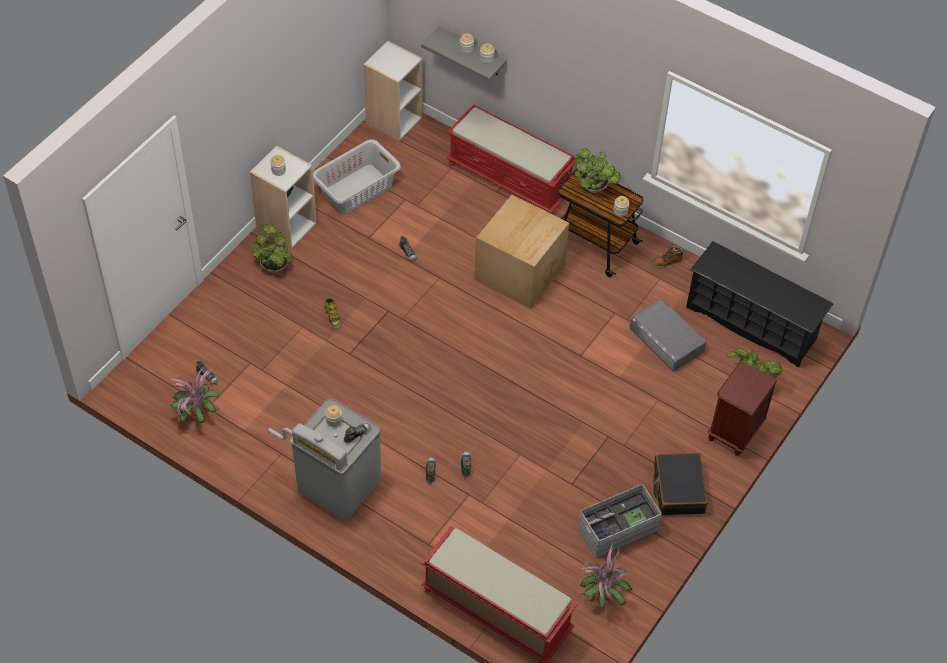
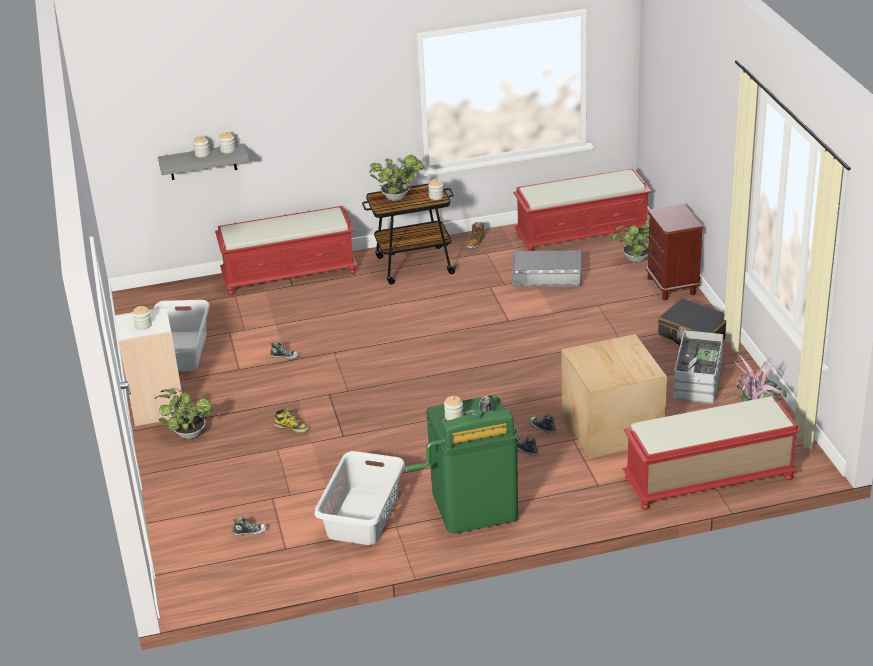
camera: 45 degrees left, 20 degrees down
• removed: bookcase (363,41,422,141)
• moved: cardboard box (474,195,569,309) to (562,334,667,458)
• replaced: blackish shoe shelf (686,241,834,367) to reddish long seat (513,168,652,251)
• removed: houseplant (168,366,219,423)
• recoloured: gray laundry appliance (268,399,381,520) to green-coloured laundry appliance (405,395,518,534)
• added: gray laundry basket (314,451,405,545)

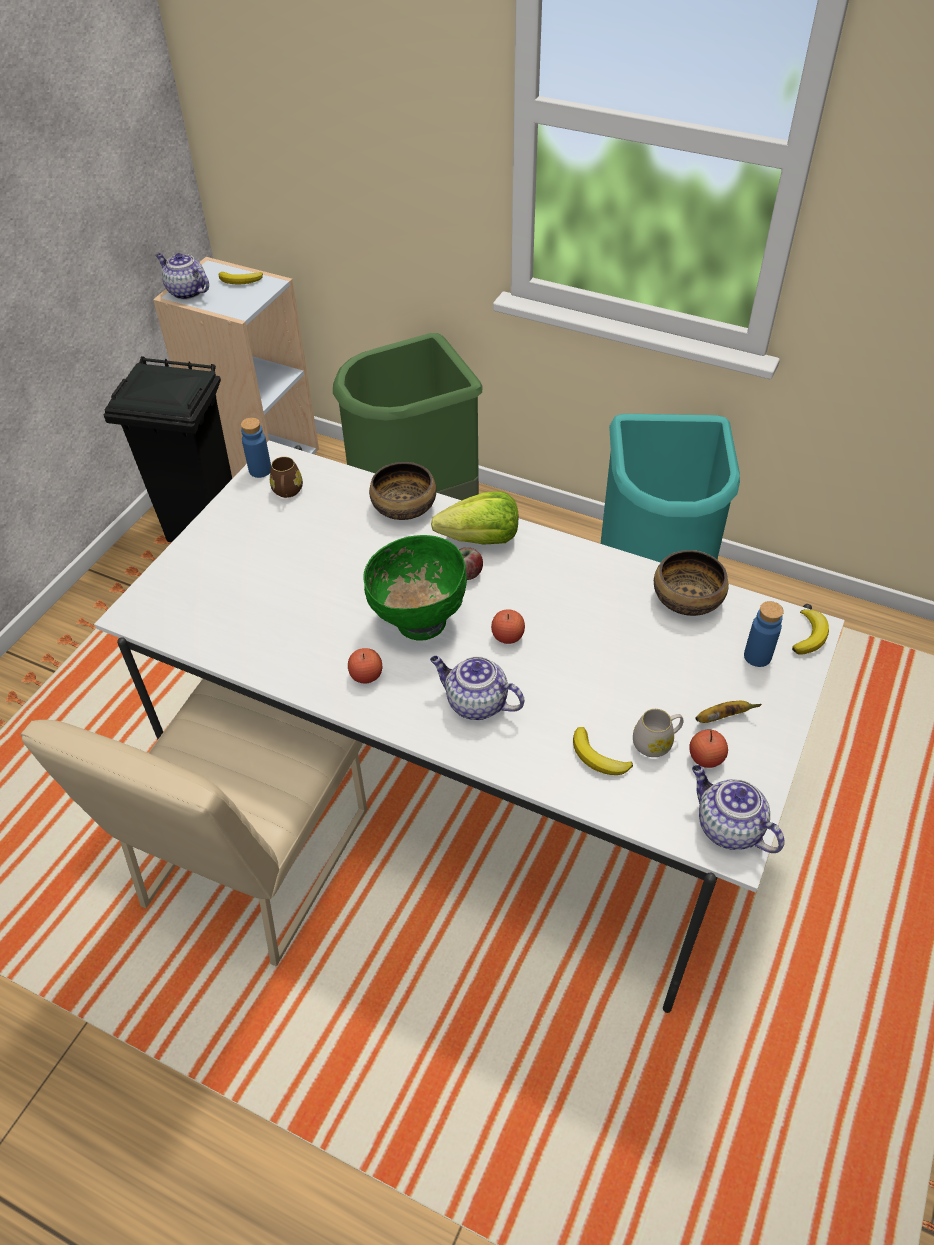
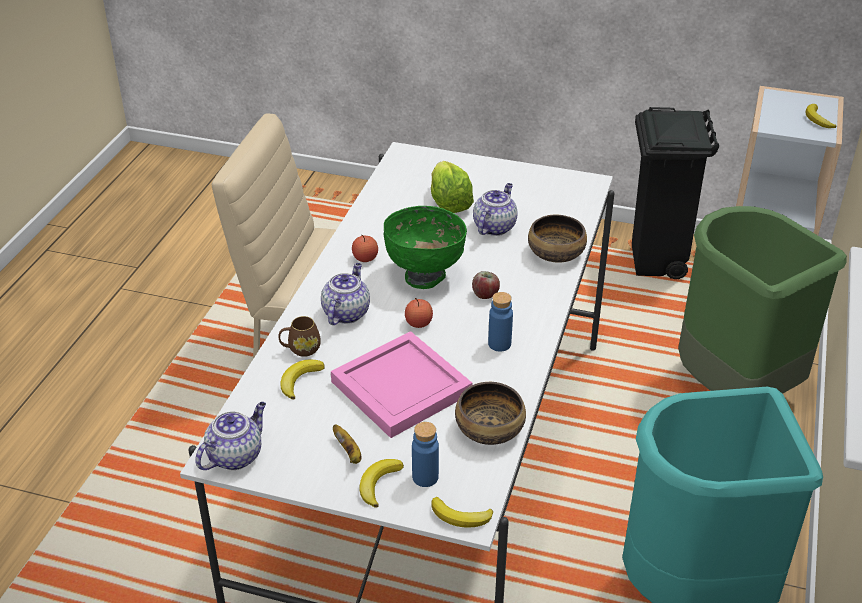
camera: 80 degrees right, 10 degrees down
• moved: teapot (156,253,209,300) to (473,183,517,236)
• moved: bluish drink bottle (241,418,271,478) to (488,292,513,352)
• moved: brownish tea mug (270,457,303,498) to (279,316,321,357)
• moved: lettuce head (431,491,518,545) to (431,161,474,213)
• removed: white tea mug (633,709,684,757)
• removed: apple fruit (689,730,728,768)
• added: pink-coloured serving tray (331,331,472,438)
• added: banana (359,459,404,508)

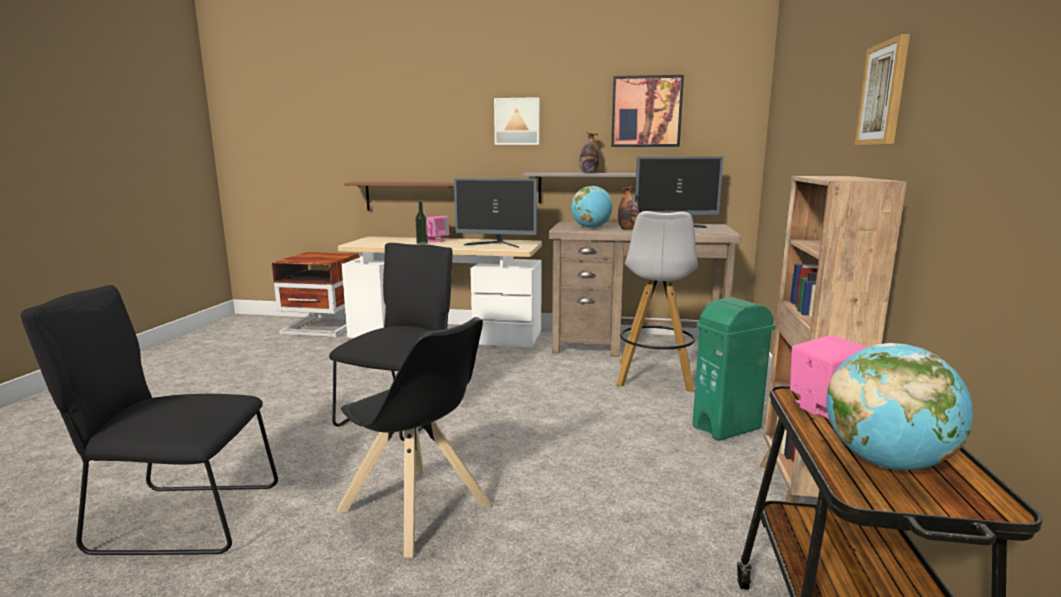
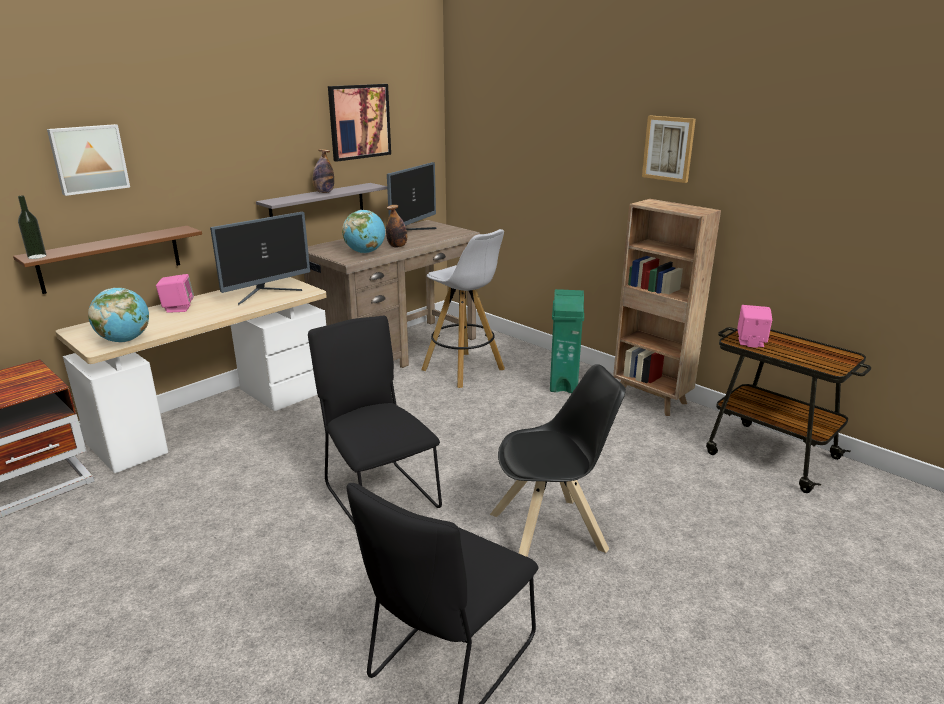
camera: 55 degrees left, 10 degrees up
• moved: wall art (494,97,540,145) to (47,124,130,196)
• moved: drink bottle (415,201,428,244) to (18,196,46,259)
• moved: desk globe (826,343,973,470) to (88,288,149,342)

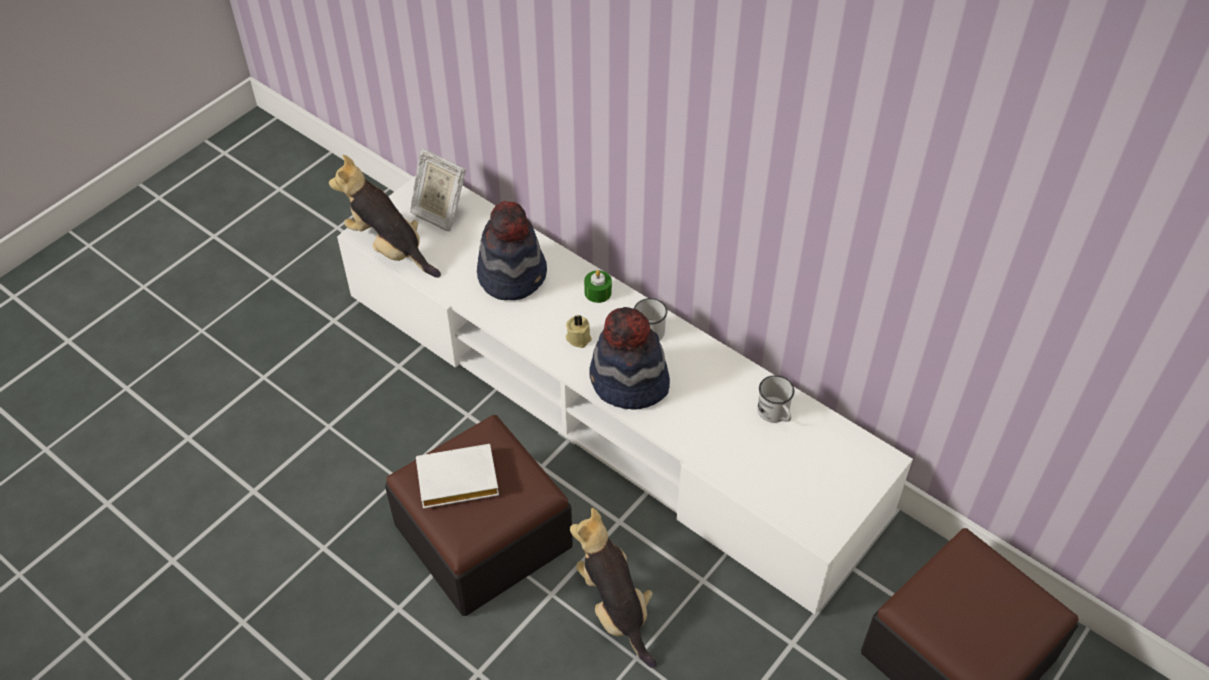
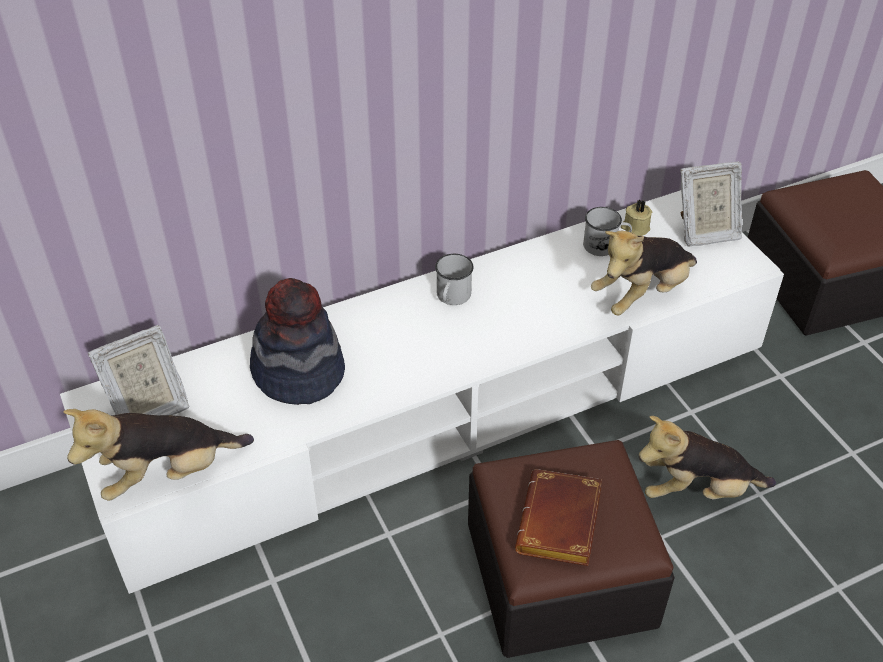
camera: 65 degrees left, 5 degrees down
• removed: green-coloured wax candle (584,270,612,303)
• removed: wearable hat (589,307,670,410)
• moved: beige wax candle (566,315,592,348) to (621,199,652,236)
• recoloured: white bound book (416,444,499,508) to brownish bound book (515,469,602,566)
• added: standing frame (680,161,742,246)
• added: plush toy (591,231,697,316)

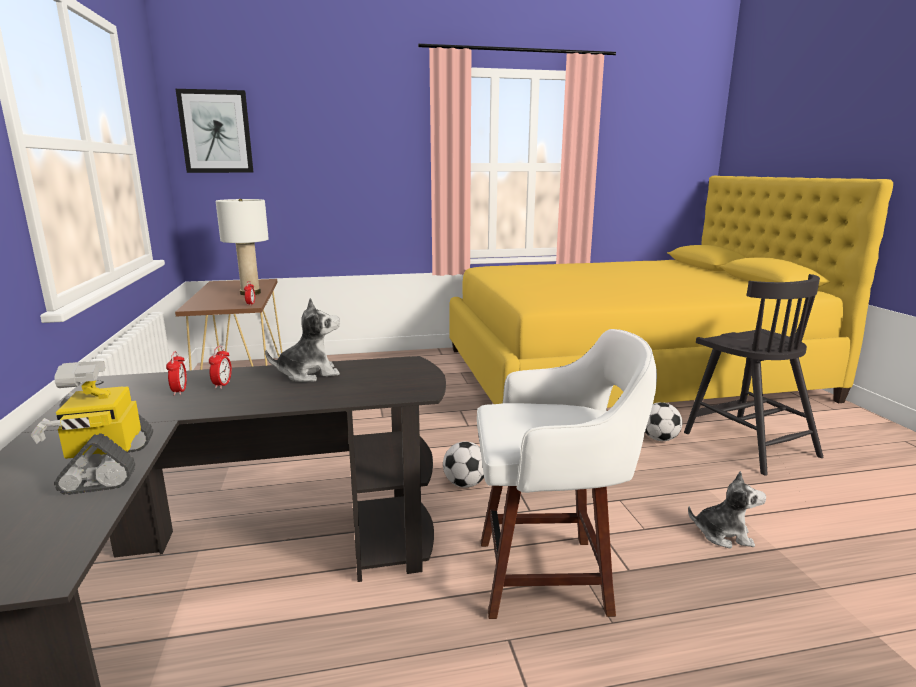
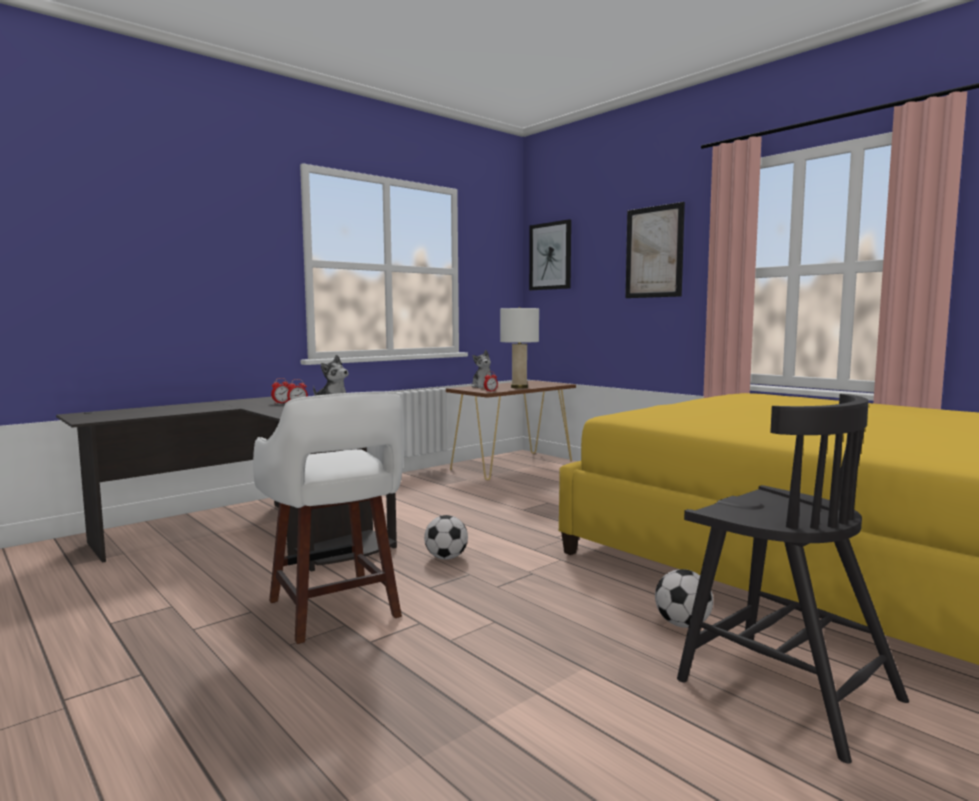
camera: 60 degrees right, 10 degrees down
• turned: blackish plain chair (684,274,824,476) = (677,394,909,764) 75 degrees counterclockwise
• removed: model robot (30,361,153,495)
• moved: plush toy (688,471,766,548) to (471,350,492,388)
• added: wall art (625,202,685,298)

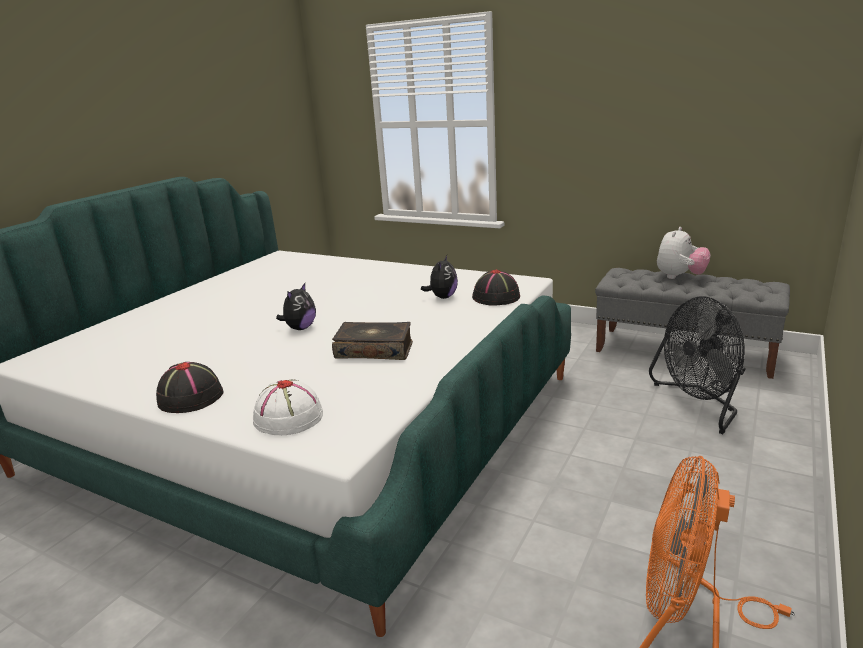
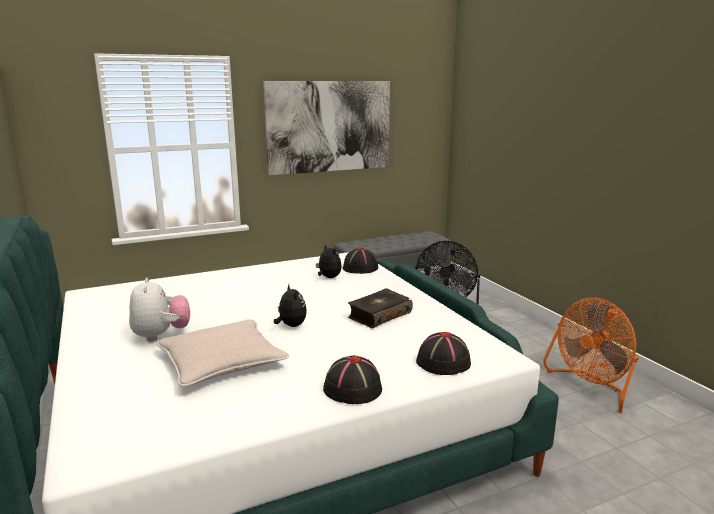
camera: 55 degrees left, 5 degrees down
• moved: plush toy (657,227,711,279) to (129,278,190,342)
• recoloured: white wearable hat (253,379,323,435) to blackish wearable hat (416,332,471,375)
• added: wall art (263,81,390,175)
• added: beige cushion (156,319,289,387)

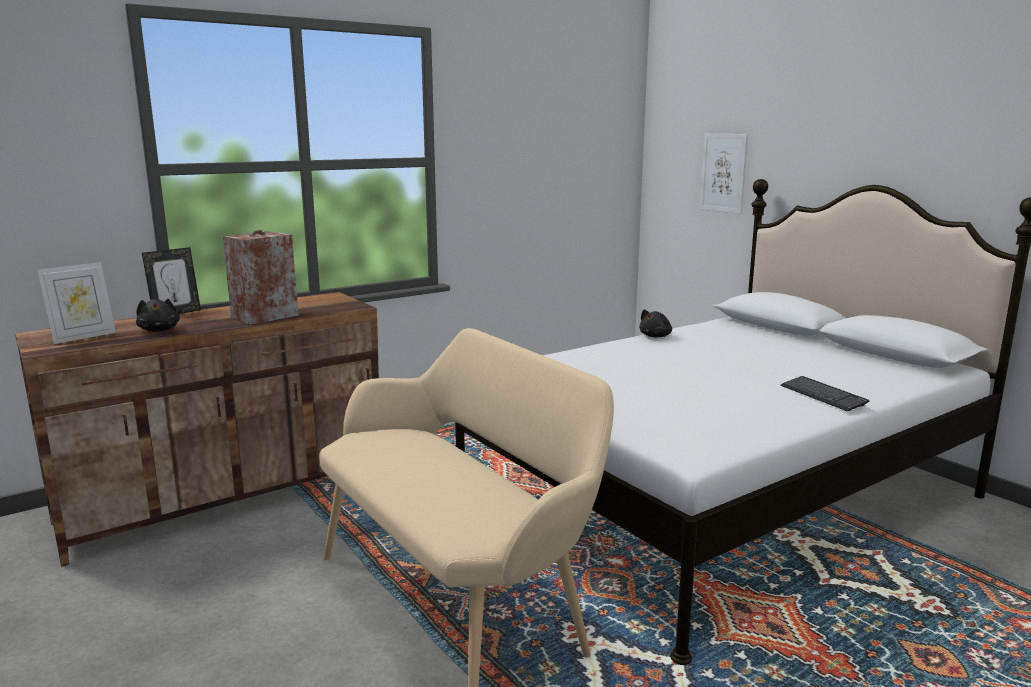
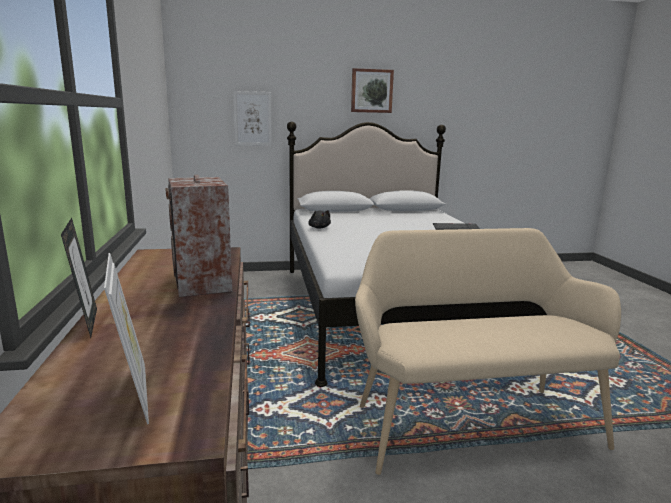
camera: 65 degrees left, 0 degrees up
• removed: blackish plush toy (136,299,180,332)
• added: wall art (351,68,394,113)

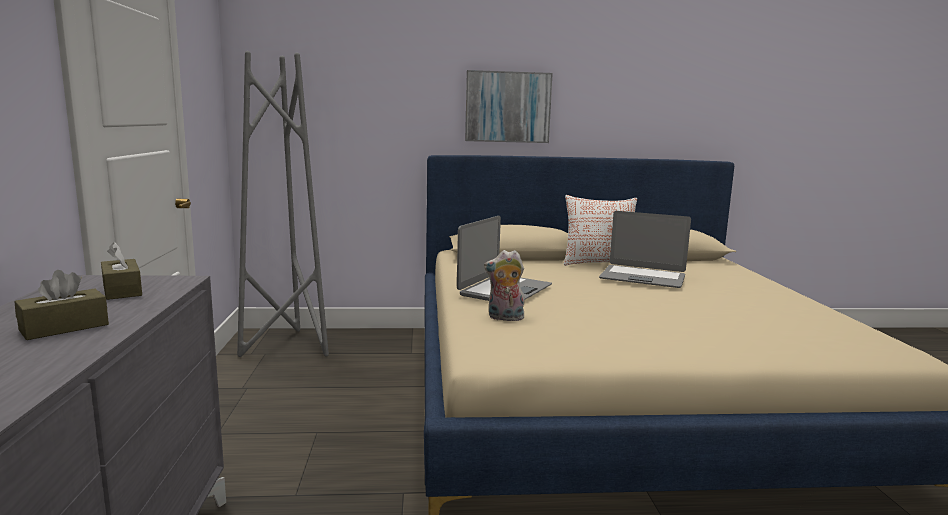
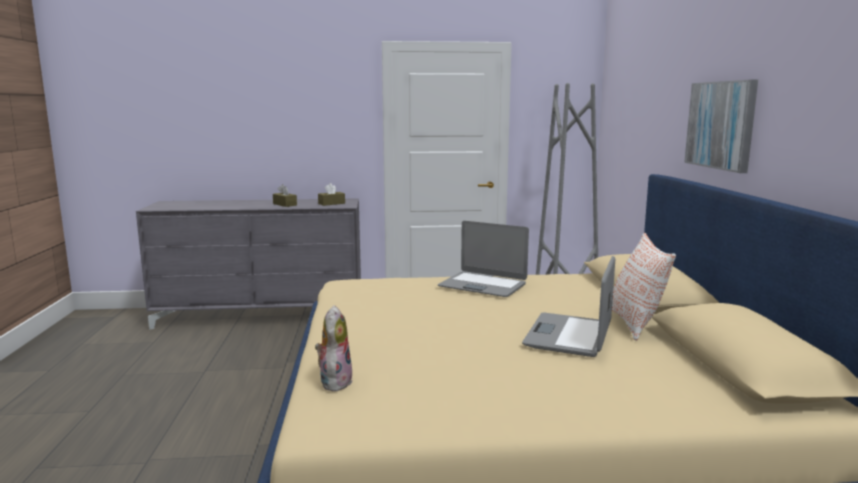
camera: 90 degrees right, 0 degrees up
• moved: plush toy (484,250,525,321) to (315,305,353,391)

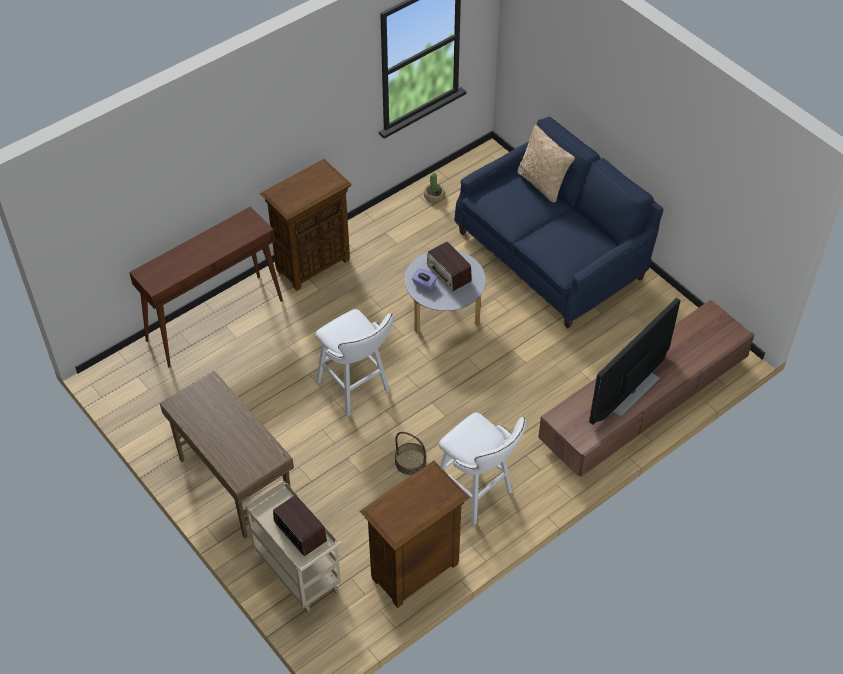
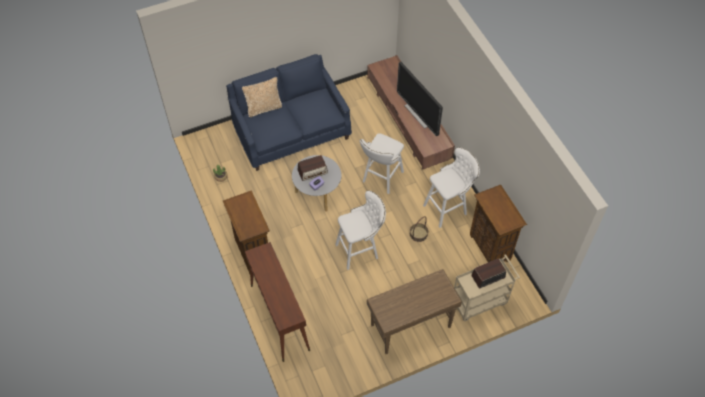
camera: 75 degrees left, 5 degrees up
• added: white stool seat (360,133,404,194)

